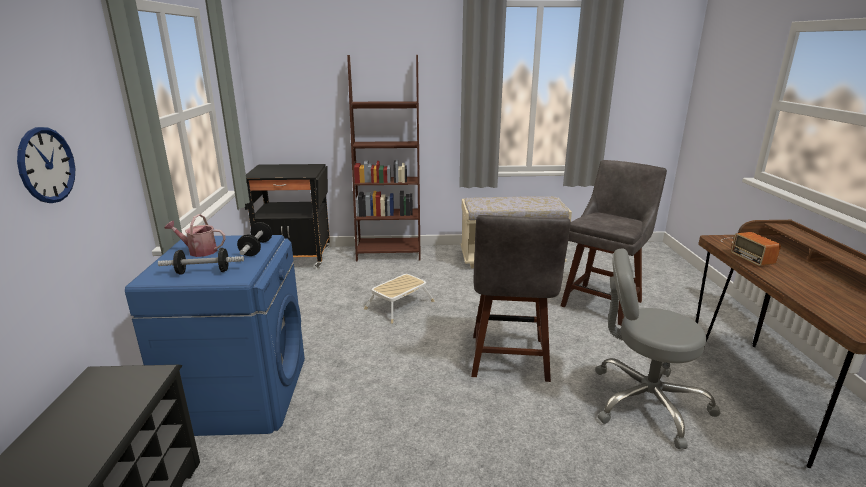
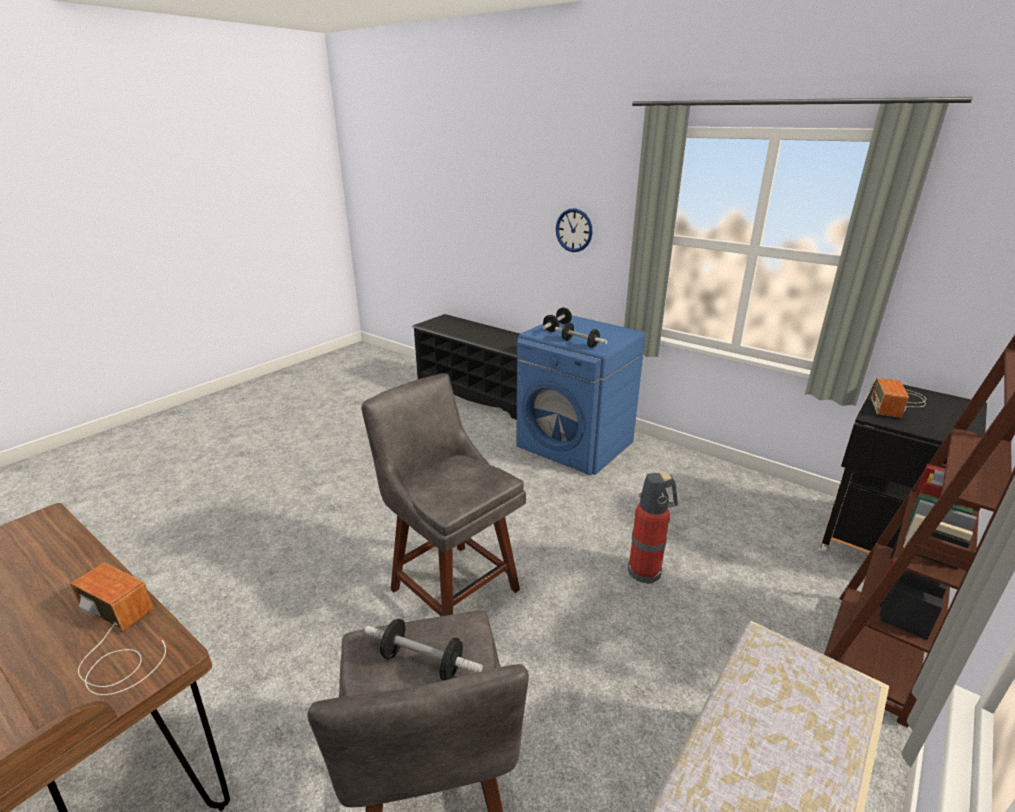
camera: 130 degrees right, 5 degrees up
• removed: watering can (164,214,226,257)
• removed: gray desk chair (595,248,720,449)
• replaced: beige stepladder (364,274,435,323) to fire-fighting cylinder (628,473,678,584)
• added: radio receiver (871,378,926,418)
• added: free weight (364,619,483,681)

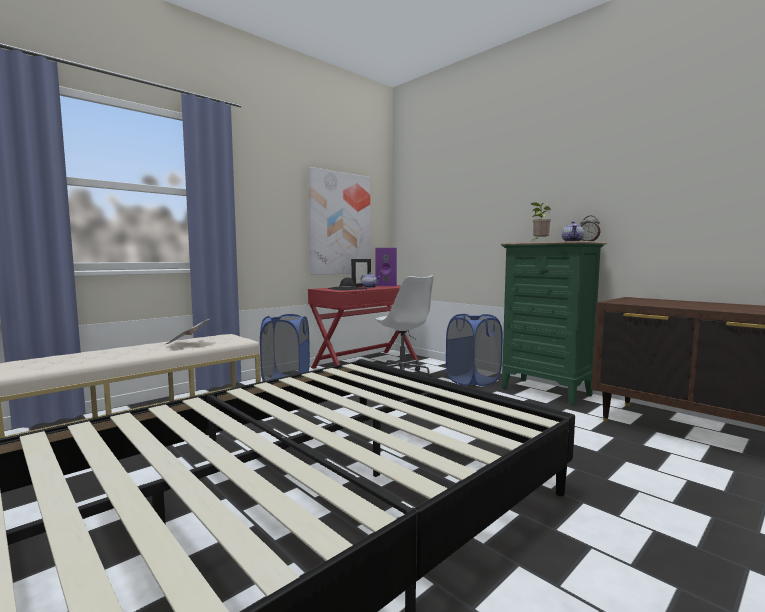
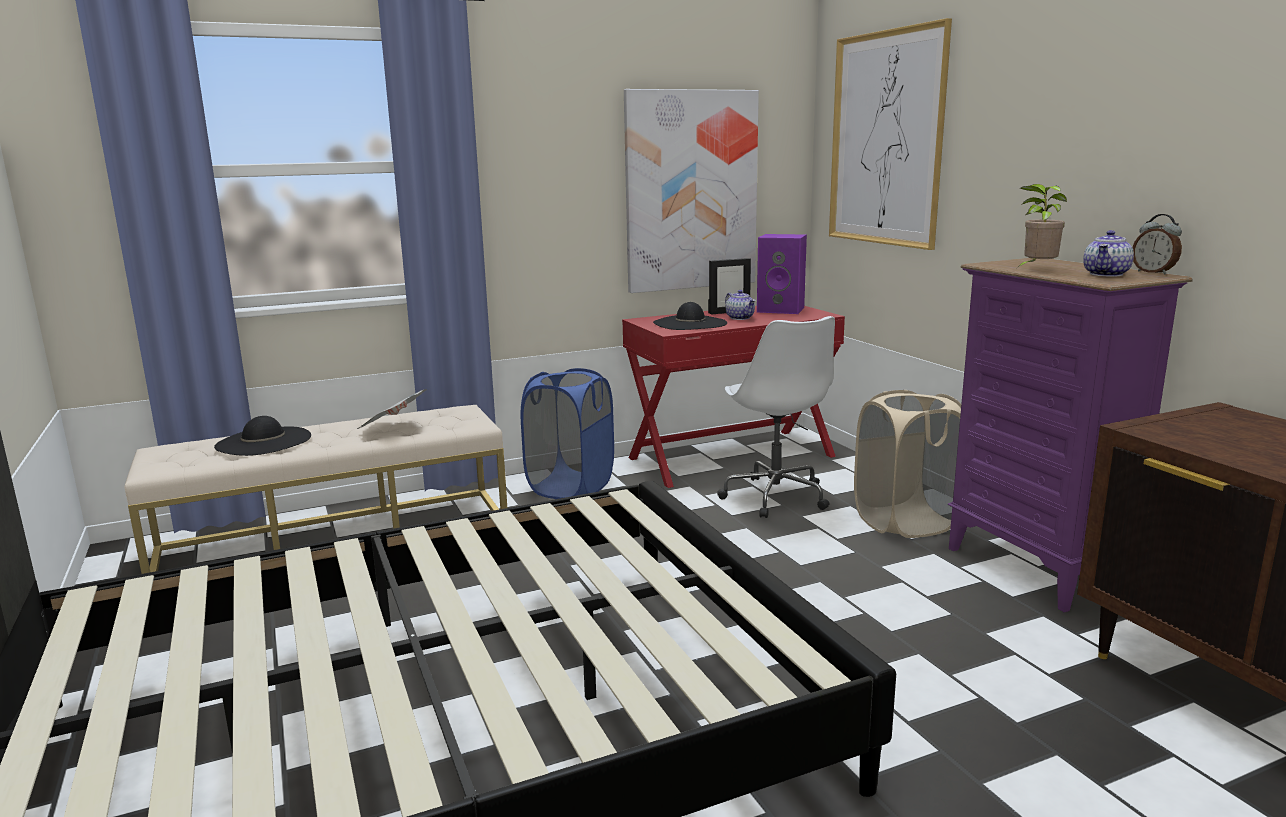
camera: 20 degrees right, 10 degrees up
• recoloured: green-coloured drawer chest (501,241,607,406) to purplish drawer chest (948,258,1193,612)
• recoloured: bluish laundry basket (446,314,503,386) to beige laundry basket (854,390,961,538)
• added: wall art (829,18,952,250)
• added: blackish wearable hat (214,416,311,456)

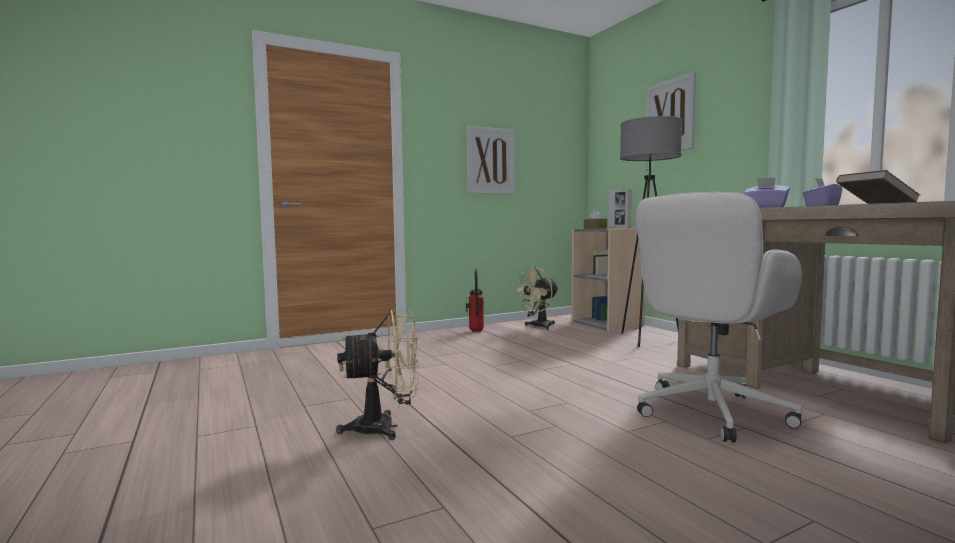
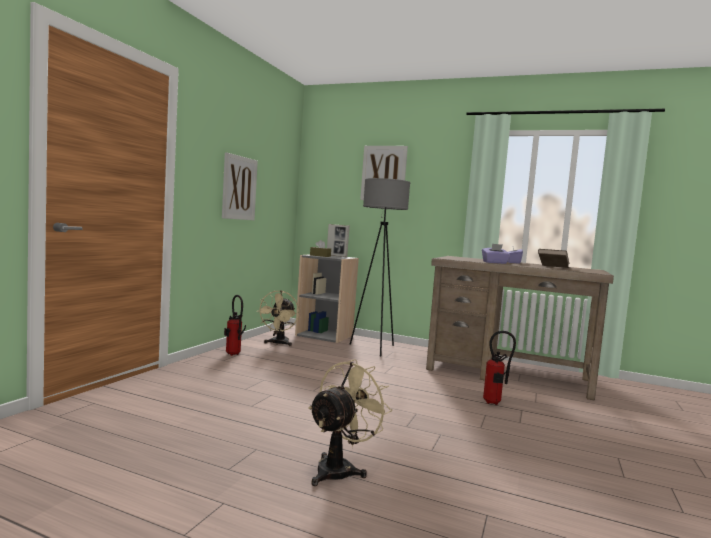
camera: 40 degrees left, 0 degrees up
• replaced: white desk chair (636,192,803,443) to fire-fighting cylinder (483,331,516,405)

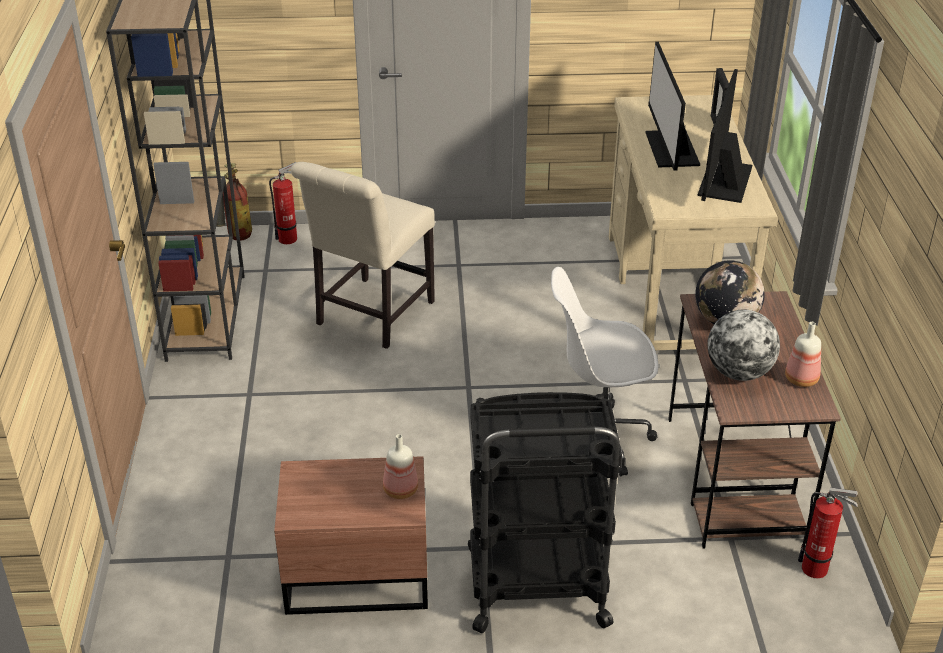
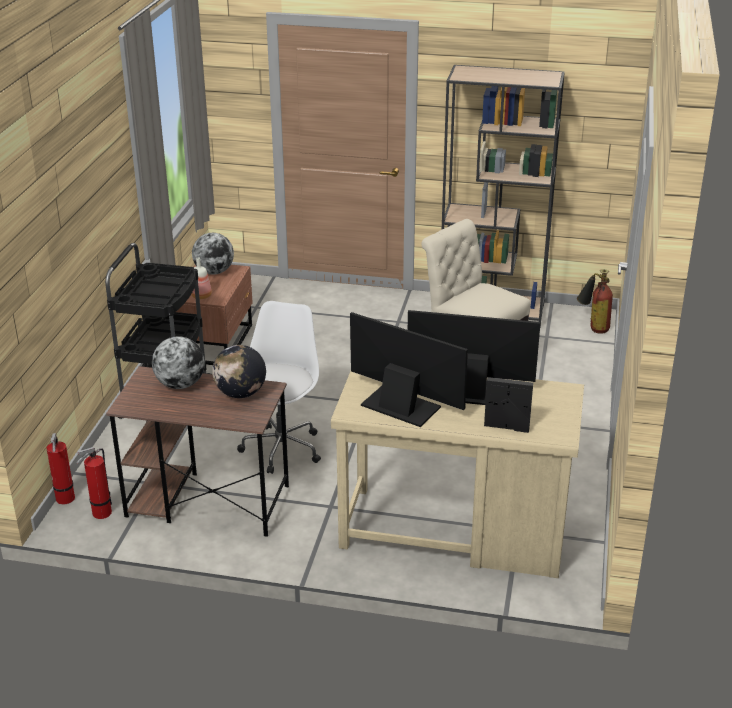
camera: 105 degrees right, 5 degrees down
• moved: fire-fighting cylinder (269,162,297,244) to (47,433,75,504)
• removed: drink bottle (785,322,821,387)
• added: desk globe (192,233,234,275)

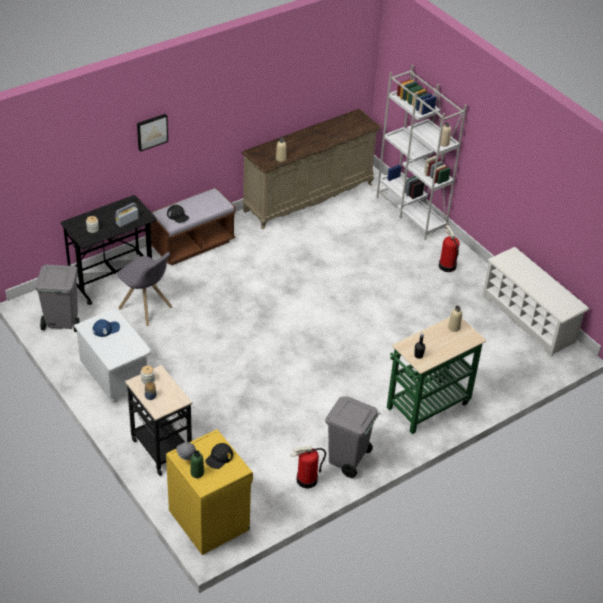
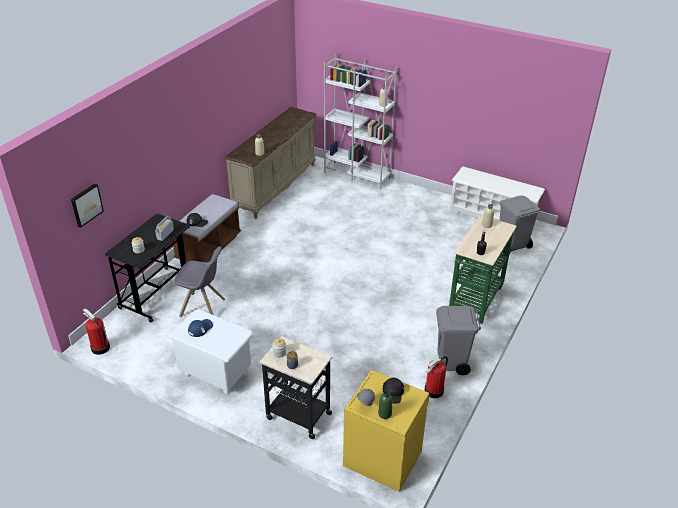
camera: 25 degrees left, 5 degrees down
• moved: wall art (137,114,168,152) to (71,184,104,228)
• moved: fire-fighting cylinder (439,225,460,272) to (83,308,110,355)
• moved: gray rubbish bin (36,264,79,332) to (499,195,540,254)

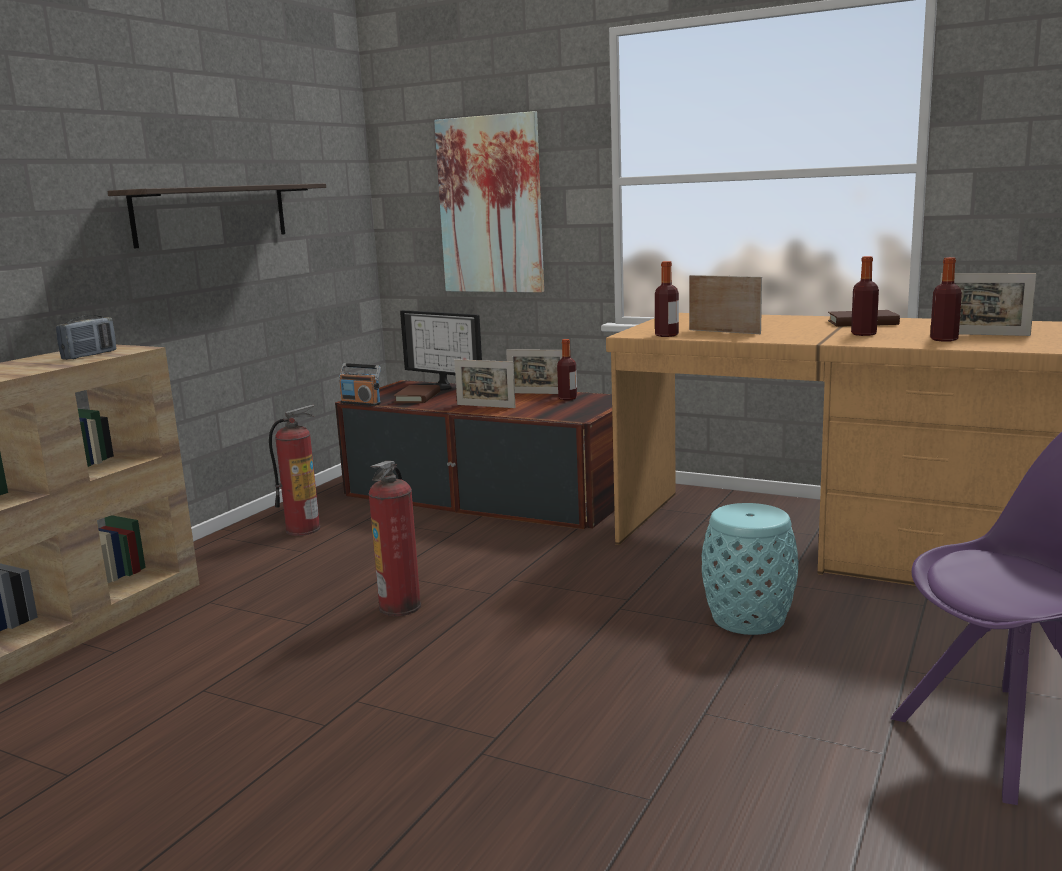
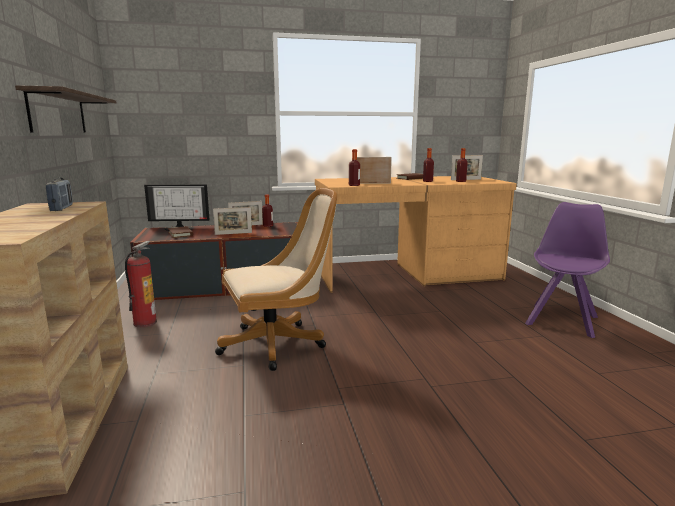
camera: 40 degrees left, 0 degrees up
• removed: wall art (434,111,544,293)
• removed: radio receiver (339,363,381,406)
• replaced: fire-fighting cylinder (369,461,421,616) to desk chair (215,188,337,371)
• removed: turquoise-coloured stool seat (702,503,798,635)

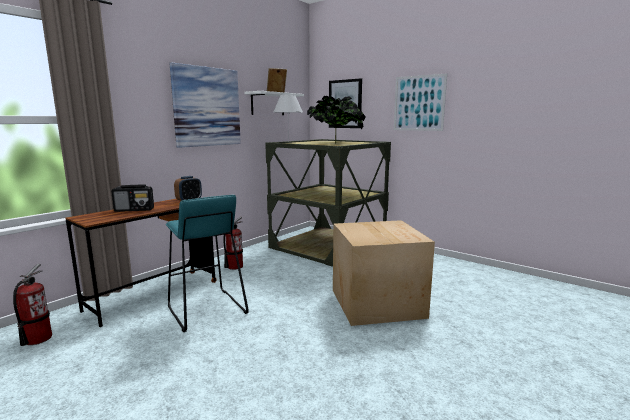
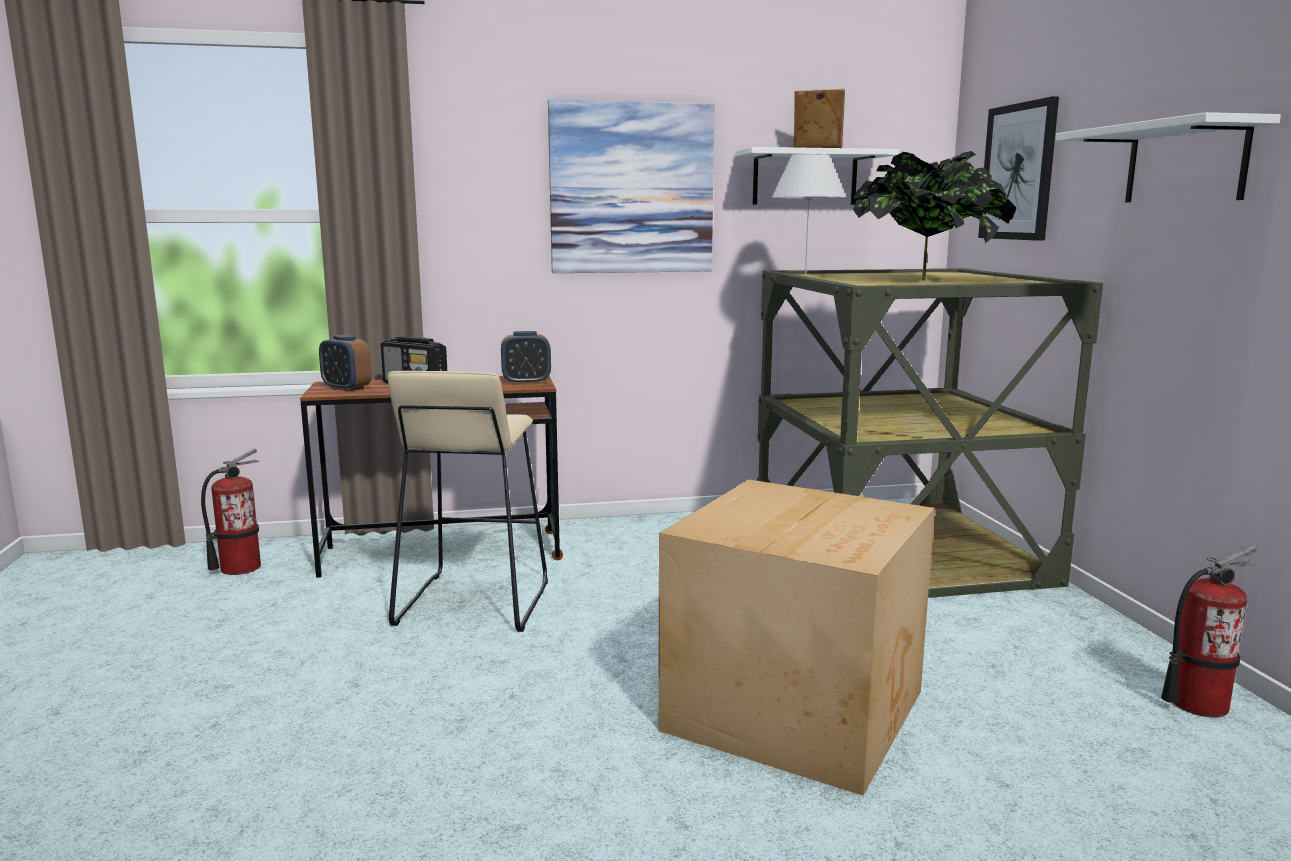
camera: 40 degrees right, 0 degrees up
• replaced: wall art (394,73,447,131) to white bracket shelf (1055,112,1281,202)
• recoloured: turquoise-coloured stool seat (166,195,249,332) to beige stool seat (388,371,548,632)
• moved: fire-fighting cylinder (223,217,243,270) to (1161,546,1257,717)
• added: alarm clock (319,335,372,392)

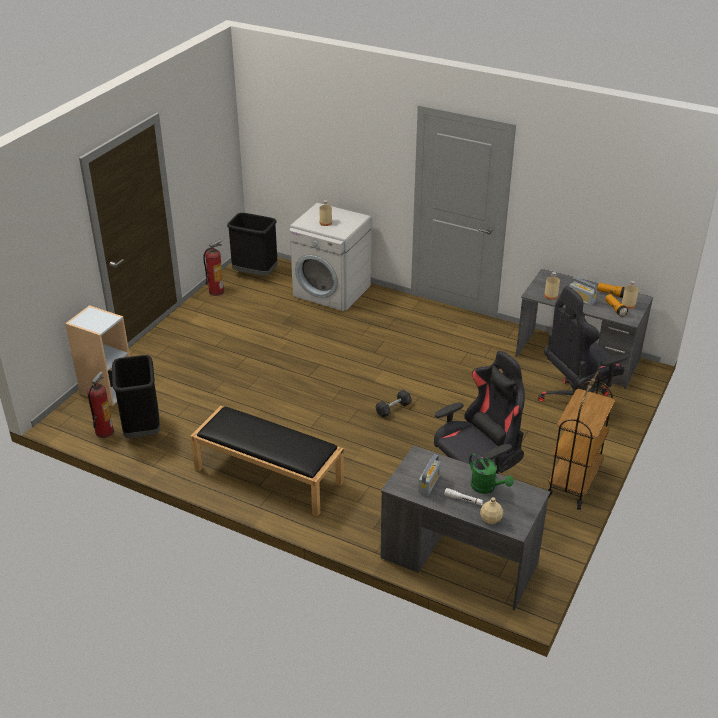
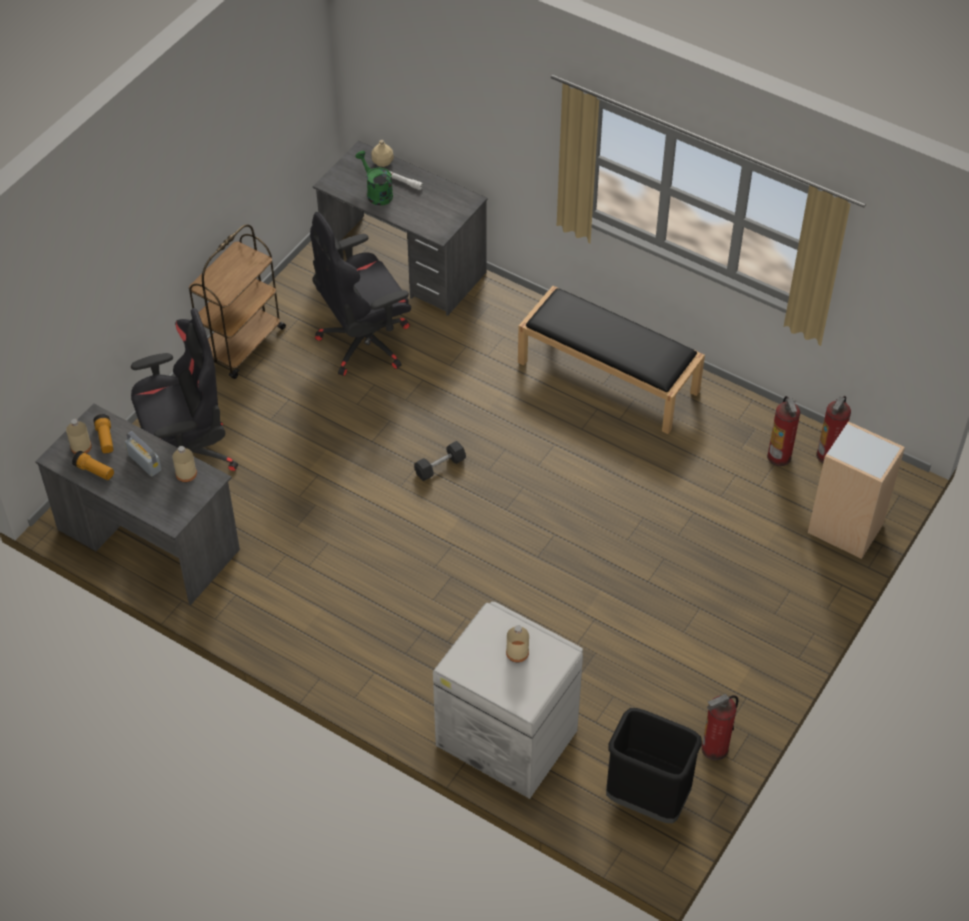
camera: 175 degrees left, 15 degrees up
• replaced: blackish rubbish bin (112,355,160,438) to fire-fighting cylinder (767,396,800,466)
• removed: radio receiver (418,454,441,496)

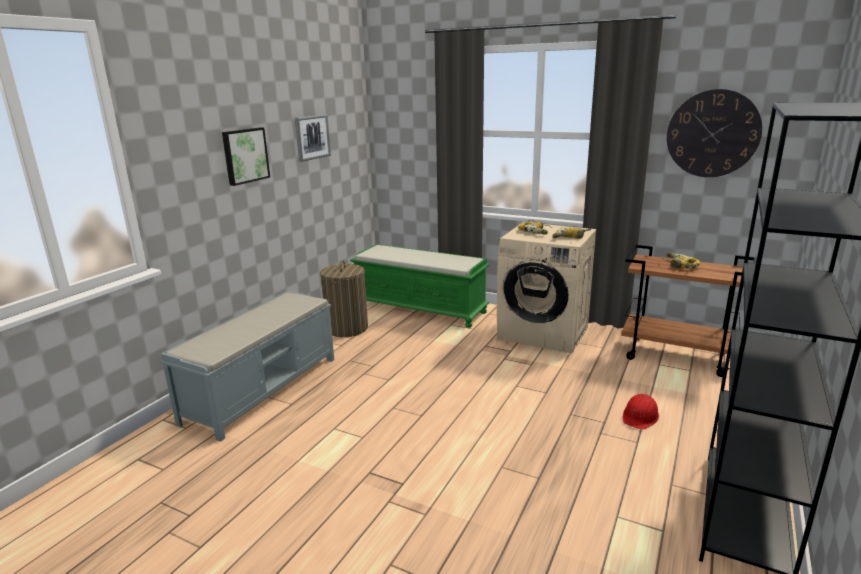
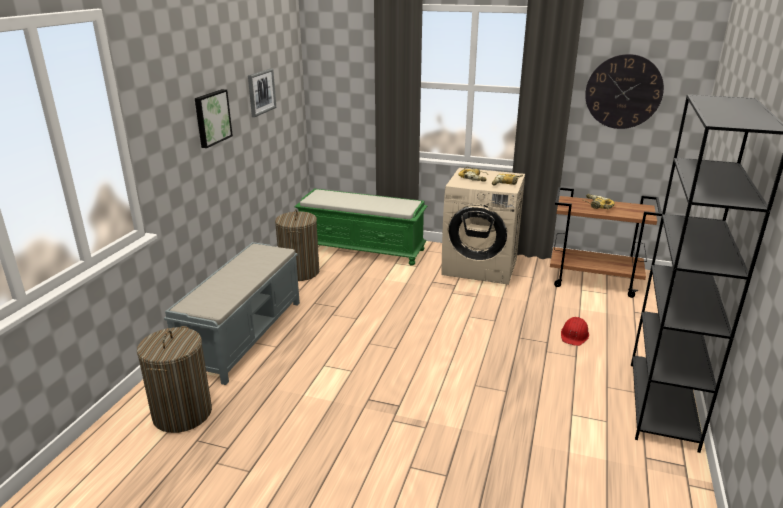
camera: 10 degrees left, 5 degrees up
• added: laundry basket (137,326,212,433)

